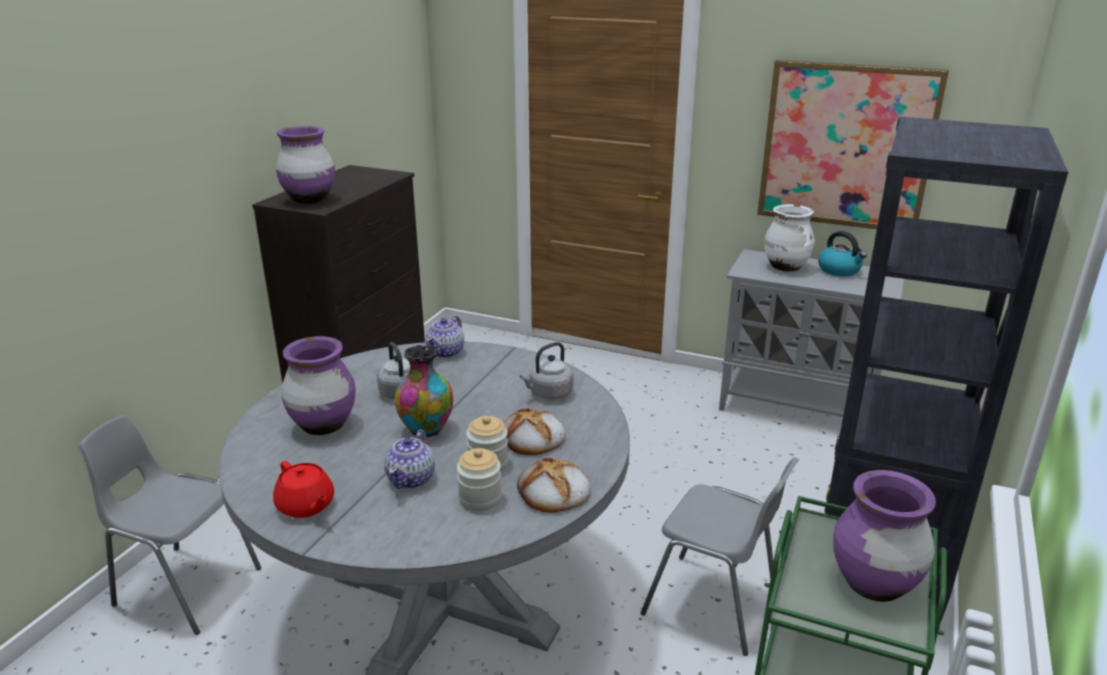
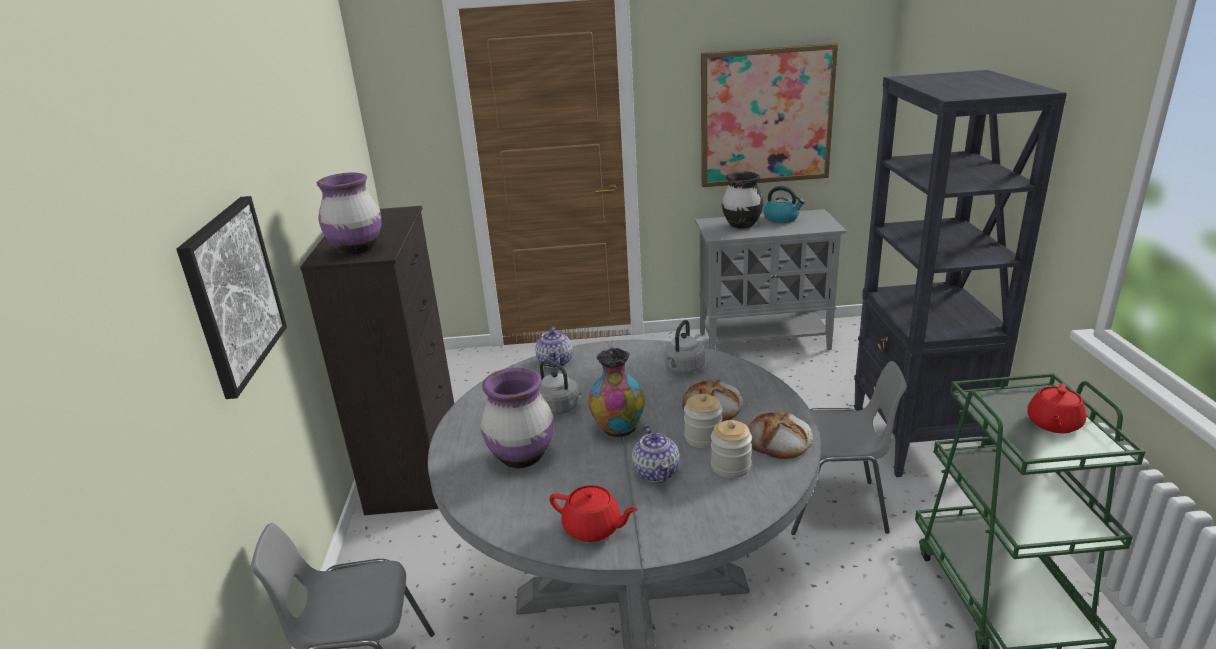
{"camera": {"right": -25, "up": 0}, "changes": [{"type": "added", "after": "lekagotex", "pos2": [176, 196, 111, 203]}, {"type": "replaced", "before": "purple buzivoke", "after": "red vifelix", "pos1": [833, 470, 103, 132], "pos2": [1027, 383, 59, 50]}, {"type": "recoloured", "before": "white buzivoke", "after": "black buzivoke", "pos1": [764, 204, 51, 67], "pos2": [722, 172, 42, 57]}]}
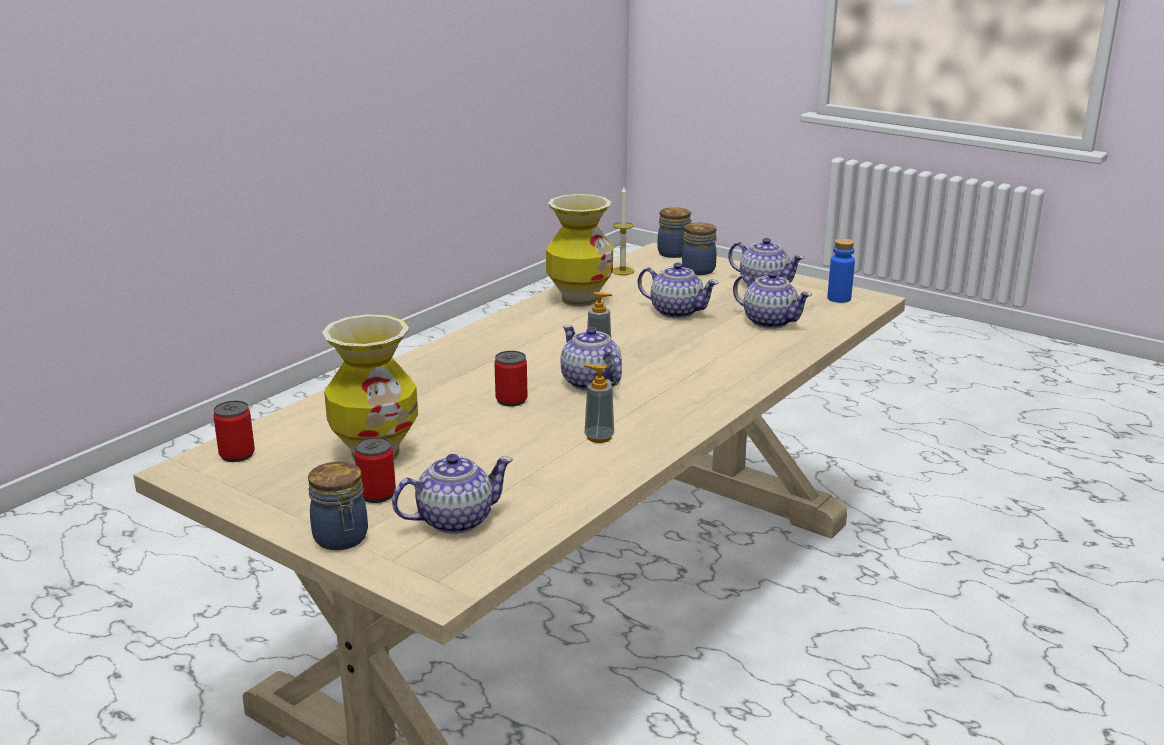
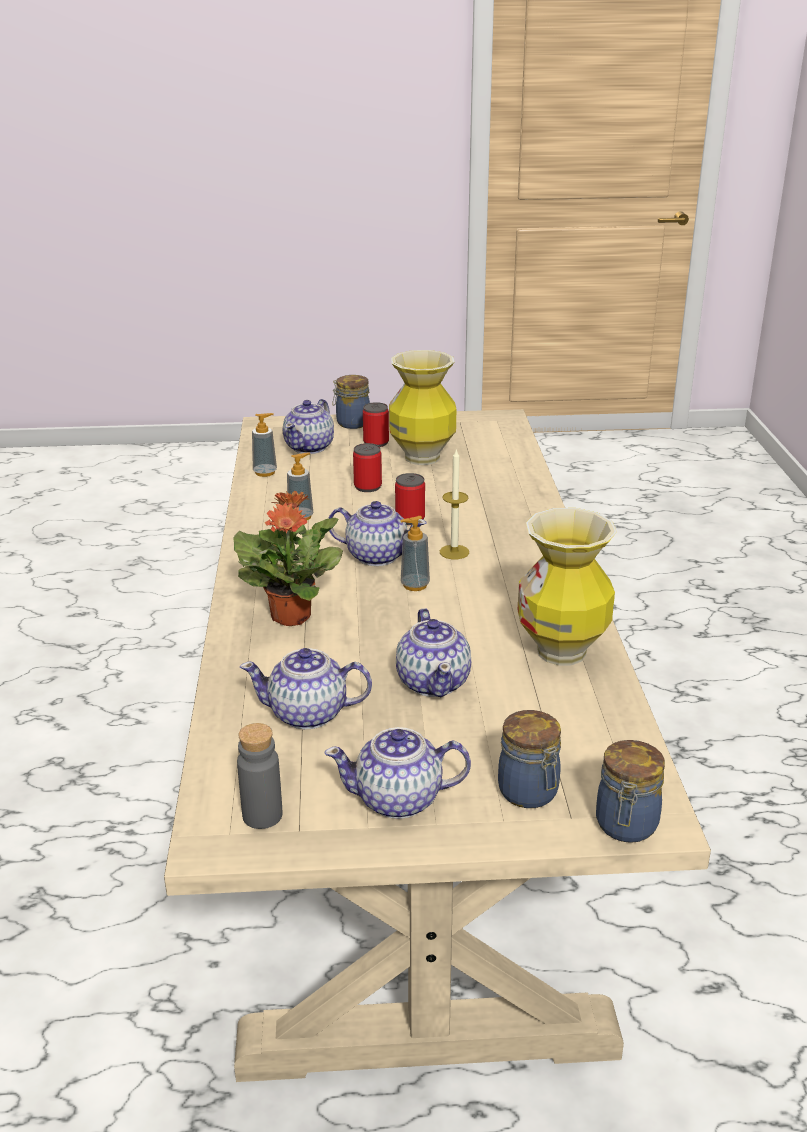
{"camera": {"right": 140, "up": 5}, "changes": [{"type": "added", "after": "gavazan", "pos2": [233, 491, 110, 135]}, {"type": "added", "after": "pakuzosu", "pos2": [252, 413, 25, 64]}, {"type": "moved", "before": "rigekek", "pos1": [213, 401, 42, 61], "pos2": [353, 443, 29, 49]}, {"type": "moved", "before": "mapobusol", "pos1": [612, 187, 22, 88], "pos2": [440, 449, 29, 110]}, {"type": "recoloured", "before": "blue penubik", "after": "grey penubik", "pos1": [827, 238, 28, 65], "pos2": [237, 723, 46, 106]}, {"type": "turned", "before": "vifelix", "pos1": [638, 263, 81, 56], "pos2": [396, 608, 75, 89], "turn": -90}]}
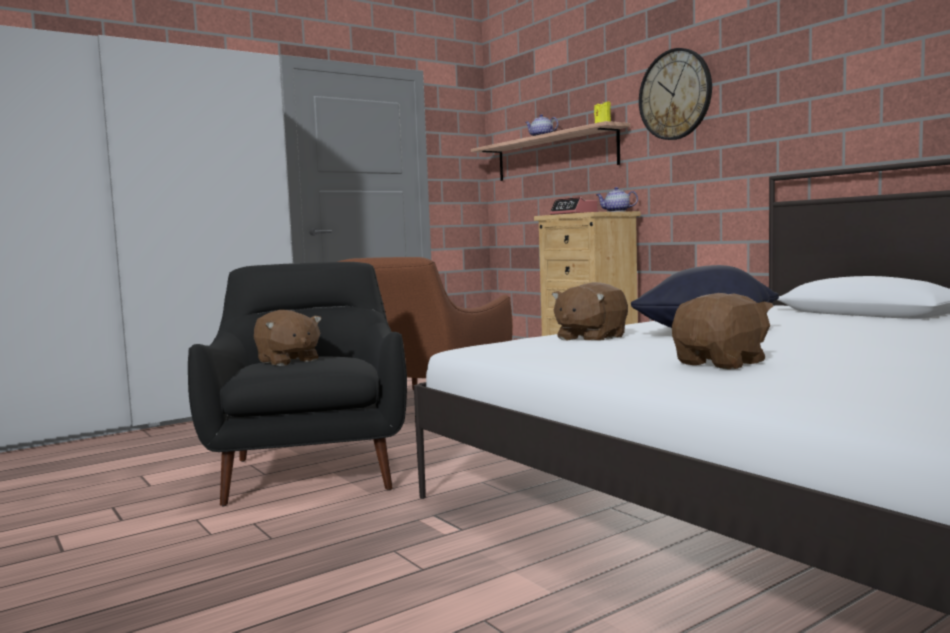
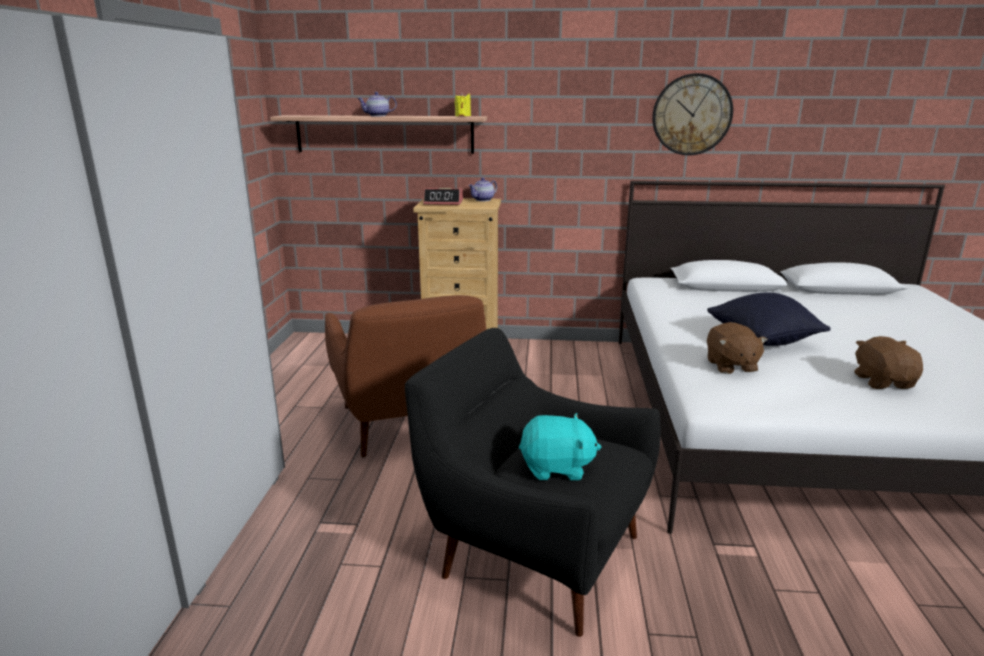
{"camera": {"right": -50, "up": 15}, "changes": [{"type": "moved", "before": "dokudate", "pos1": [639, 48, 73, 92], "pos2": [652, 73, 81, 82]}, {"type": "recoloured", "before": "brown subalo", "after": "turquoise subalo", "pos1": [254, 310, 68, 56], "pos2": [519, 413, 82, 67]}]}
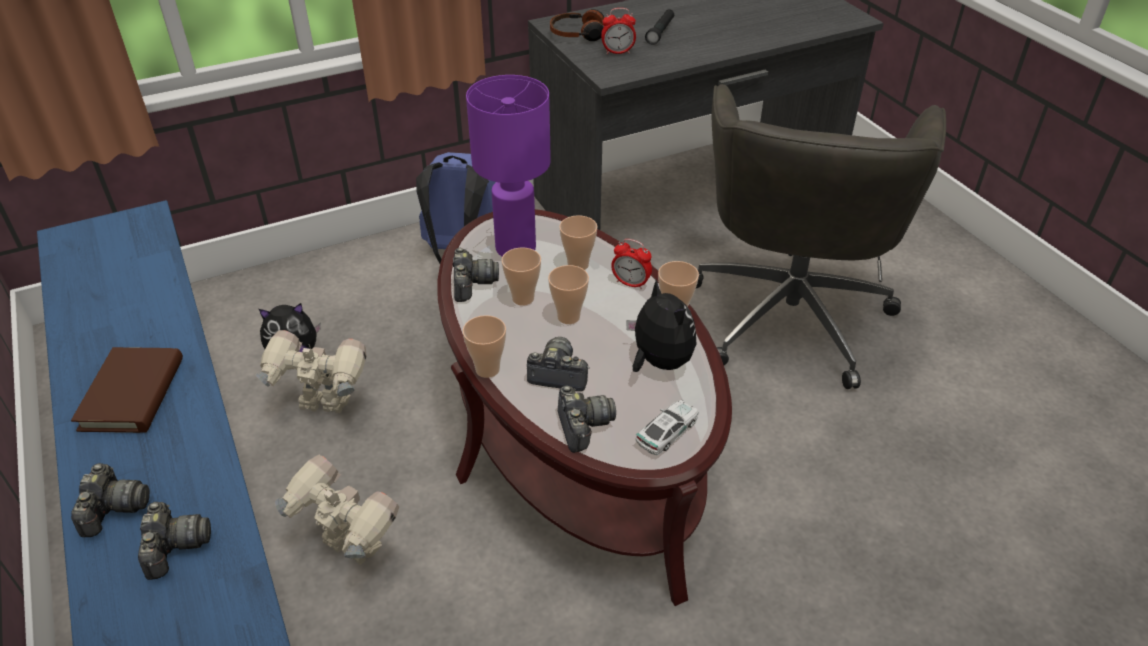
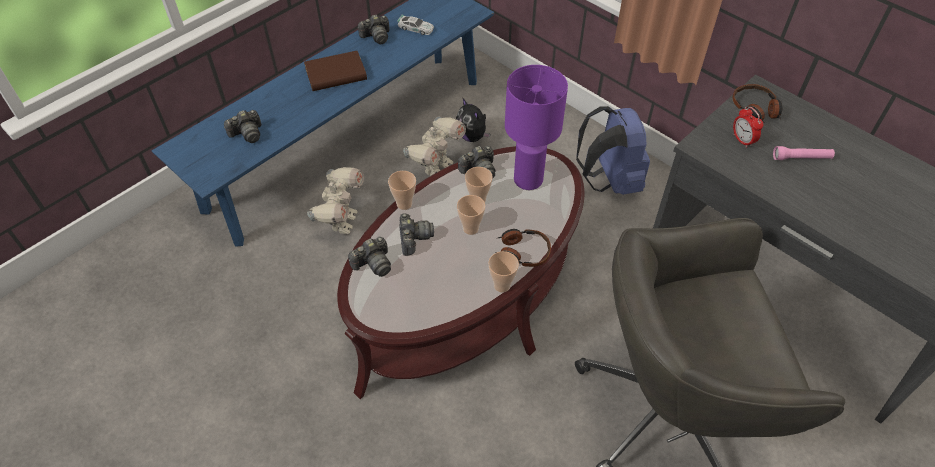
{"camera": {"right": 70, "up": 10}, "changes": [{"type": "removed", "before": "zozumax", "pos1": [559, 215, 38, 55]}, {"type": "removed", "before": "subalo", "pos1": [626, 278, 70, 94]}, {"type": "moved", "before": "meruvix", "pos1": [71, 463, 79, 74], "pos2": [358, 15, 32, 29]}, {"type": "moved", "before": "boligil", "pos1": [636, 400, 63, 55], "pos2": [397, 14, 37, 21]}, {"type": "replaced", "before": "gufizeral", "after": "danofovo", "pos1": [611, 239, 41, 50], "pos2": [495, 229, 56, 38]}, {"type": "recoloured", "before": "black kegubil", "after": "pink kegubil", "pos1": [645, 9, 29, 36], "pos2": [773, 146, 62, 14]}, {"type": "turned", "before": "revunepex", "pos1": [256, 330, 110, 83], "pos2": [403, 117, 63, 59], "turn": 45}]}
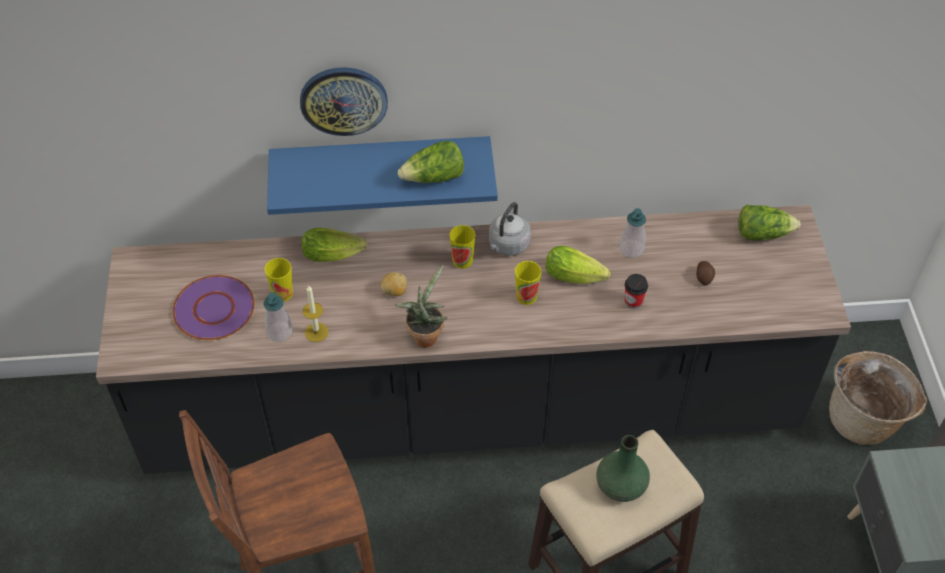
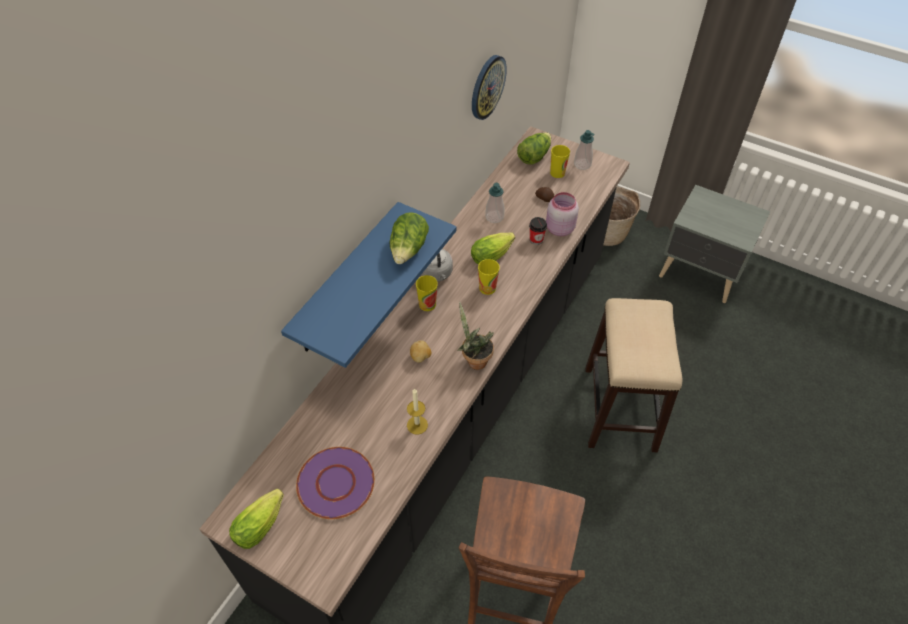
{"camera": {"right": -55, "up": 0}, "changes": [{"type": "removed", "before": "green buzivoke", "pos1": [596, 435, 54, 67]}, {"type": "added", "after": "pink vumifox", "pos2": [546, 192, 33, 44]}, {"type": "moved", "before": "pakuzosu", "pos1": [264, 292, 28, 50], "pos2": [574, 130, 21, 40]}, {"type": "moved", "before": "zozumax", "pos1": [265, 258, 28, 43], "pos2": [550, 145, 20, 33]}, {"type": "moved", "before": "dokudate", "pos1": [300, 67, 88, 69], "pos2": [472, 55, 35, 65]}, {"type": "moved", "before": "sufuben", "pos1": [302, 228, 65, 34], "pos2": [229, 489, 55, 60]}]}
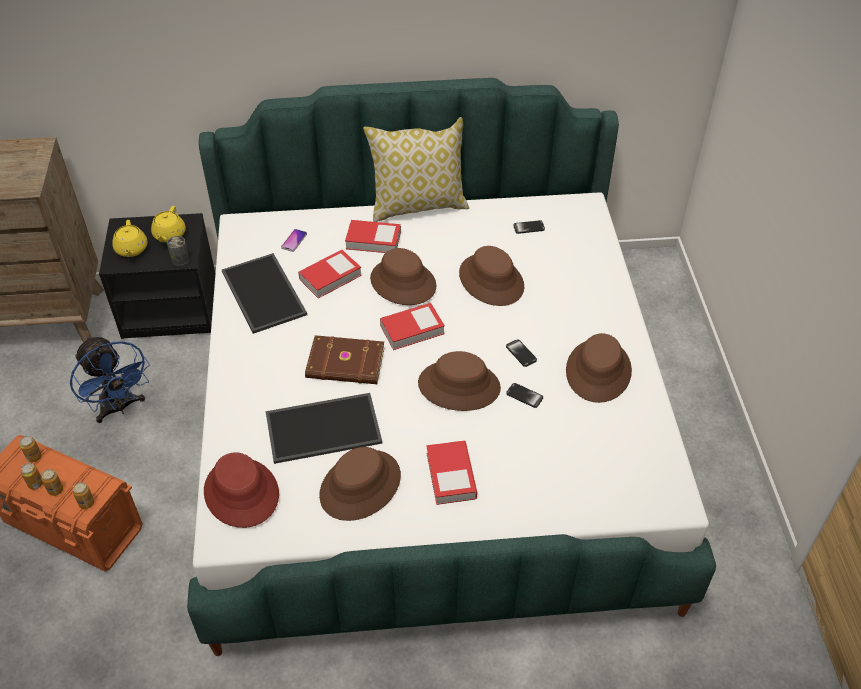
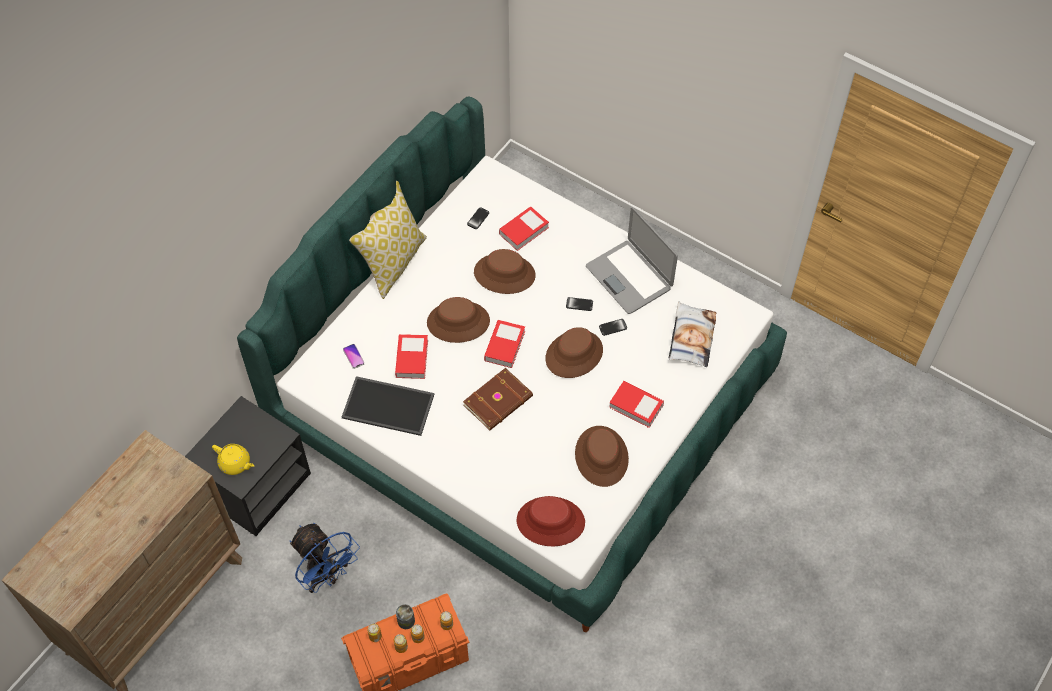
{"camera": {"right": -50, "up": 10}, "changes": [{"type": "removed", "before": "yellow vifelix", "pos1": [151, 206, 35, 37]}, {"type": "removed", "before": "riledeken", "pos1": [265, 393, 117, 71]}, {"type": "added", "after": "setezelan", "pos2": [669, 302, 47, 65]}, {"type": "moved", "before": "rigekek", "pos1": [167, 236, 22, 30], "pos2": [396, 604, 19, 25]}, {"type": "moved", "before": "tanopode", "pos1": [345, 220, 56, 33], "pos2": [499, 206, 50, 45]}, {"type": "replaced", "before": "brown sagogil", "after": "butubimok", "pos1": [566, 333, 66, 70], "pos2": [586, 207, 92, 107]}, {"type": "turned", "before": "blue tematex", "pos1": [70, 336, 80, 87], "pos2": [290, 523, 70, 70], "turn": 45}]}
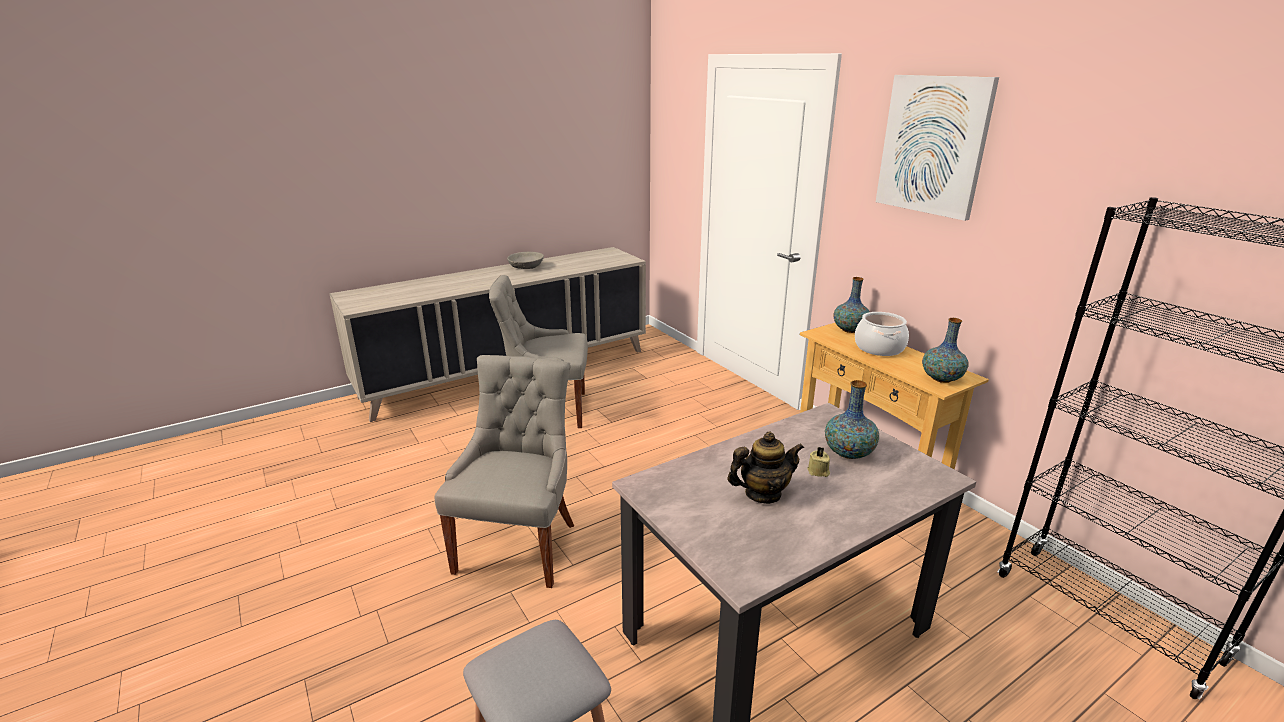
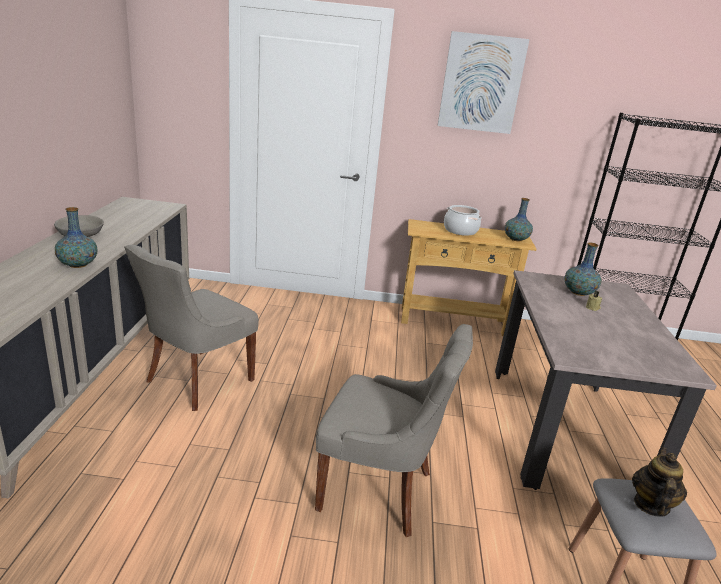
{"camera": {"right": -55, "up": 0}, "changes": [{"type": "moved", "before": "vifelix", "pos1": [727, 432, 77, 72], "pos2": [632, 447, 55, 70]}, {"type": "moved", "before": "buzivoke", "pos1": [833, 277, 37, 56], "pos2": [55, 207, 42, 61]}, {"type": "turned", "before": "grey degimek", "pos1": [434, 355, 140, 233], "pos2": [315, 324, 158, 213], "turn": 150}]}
